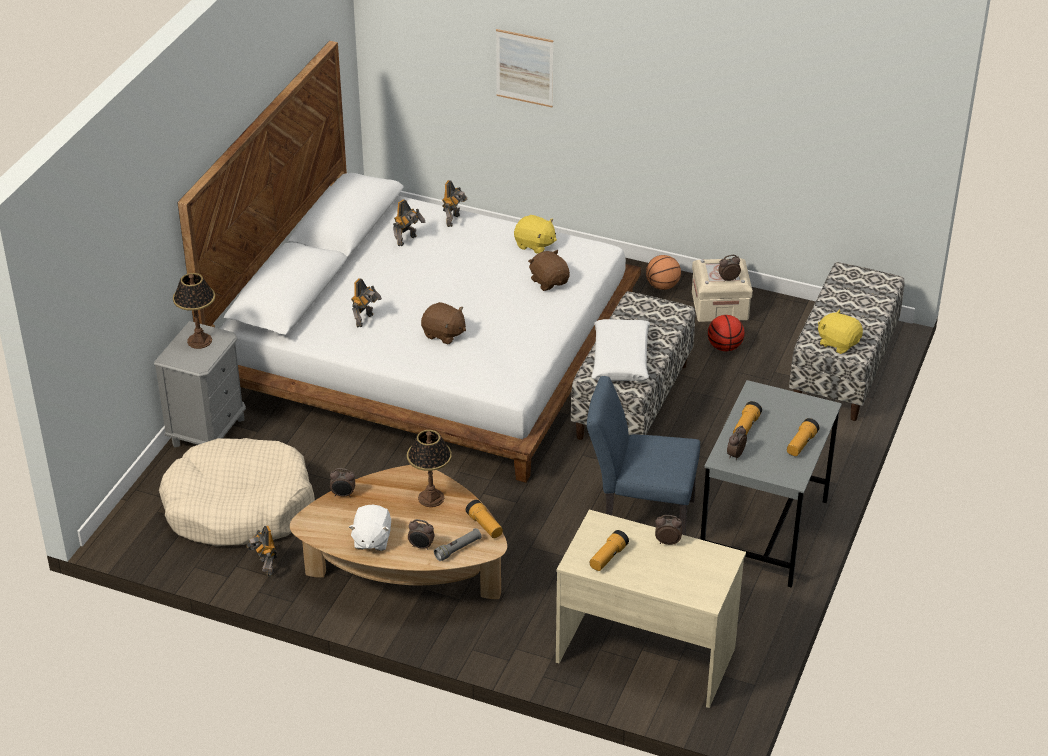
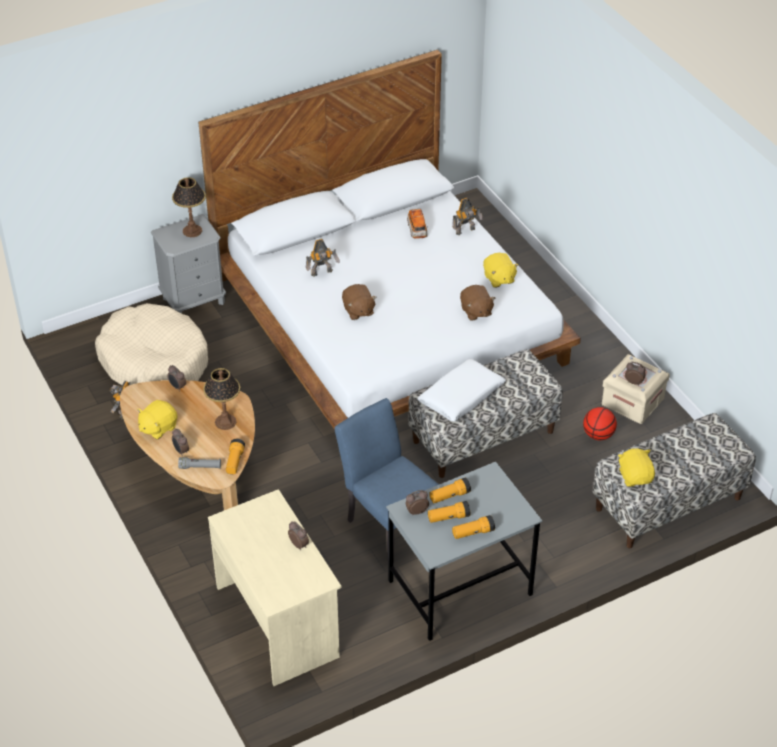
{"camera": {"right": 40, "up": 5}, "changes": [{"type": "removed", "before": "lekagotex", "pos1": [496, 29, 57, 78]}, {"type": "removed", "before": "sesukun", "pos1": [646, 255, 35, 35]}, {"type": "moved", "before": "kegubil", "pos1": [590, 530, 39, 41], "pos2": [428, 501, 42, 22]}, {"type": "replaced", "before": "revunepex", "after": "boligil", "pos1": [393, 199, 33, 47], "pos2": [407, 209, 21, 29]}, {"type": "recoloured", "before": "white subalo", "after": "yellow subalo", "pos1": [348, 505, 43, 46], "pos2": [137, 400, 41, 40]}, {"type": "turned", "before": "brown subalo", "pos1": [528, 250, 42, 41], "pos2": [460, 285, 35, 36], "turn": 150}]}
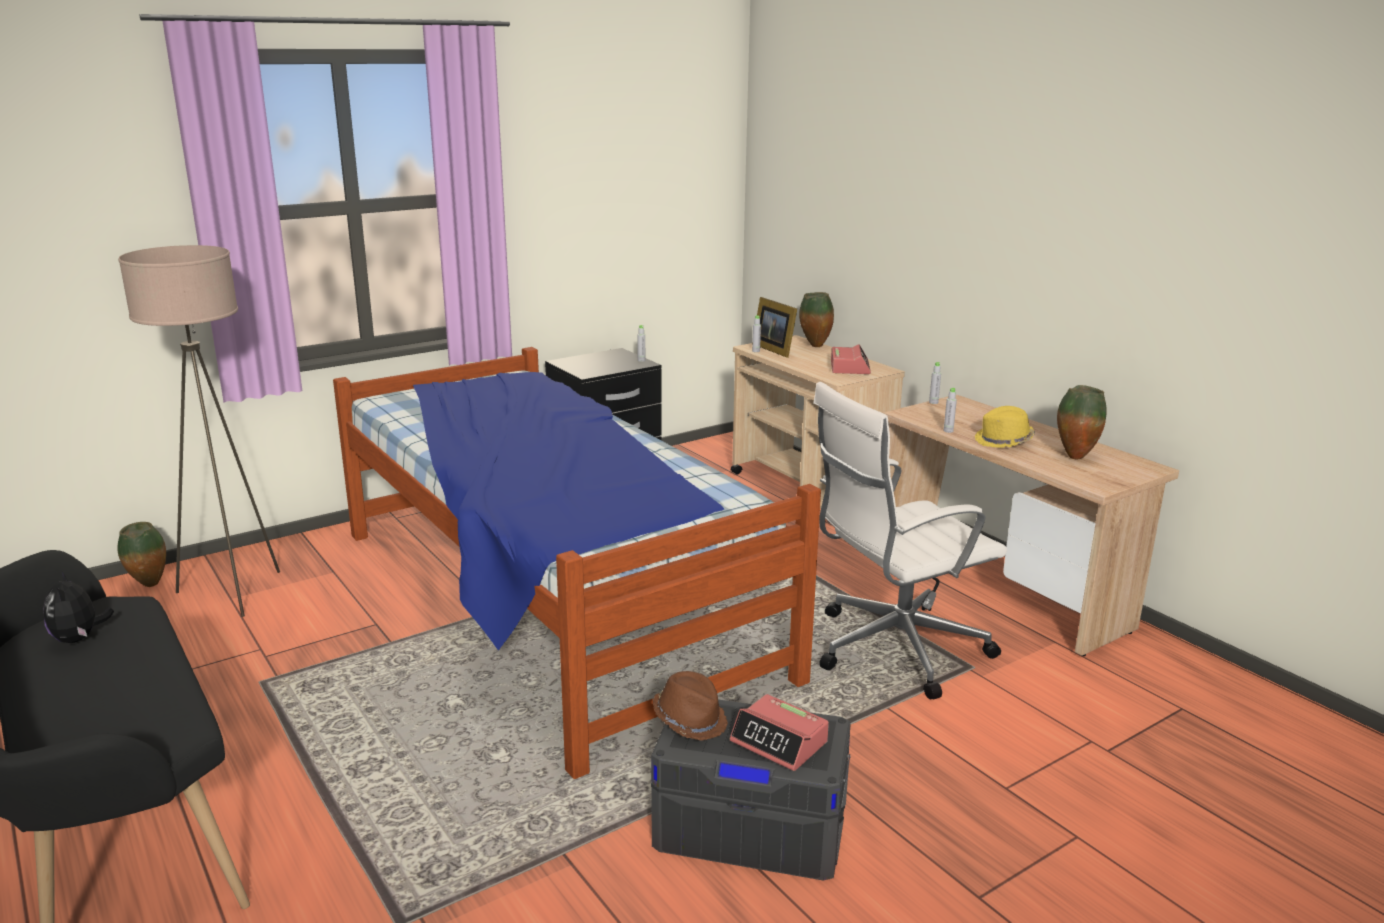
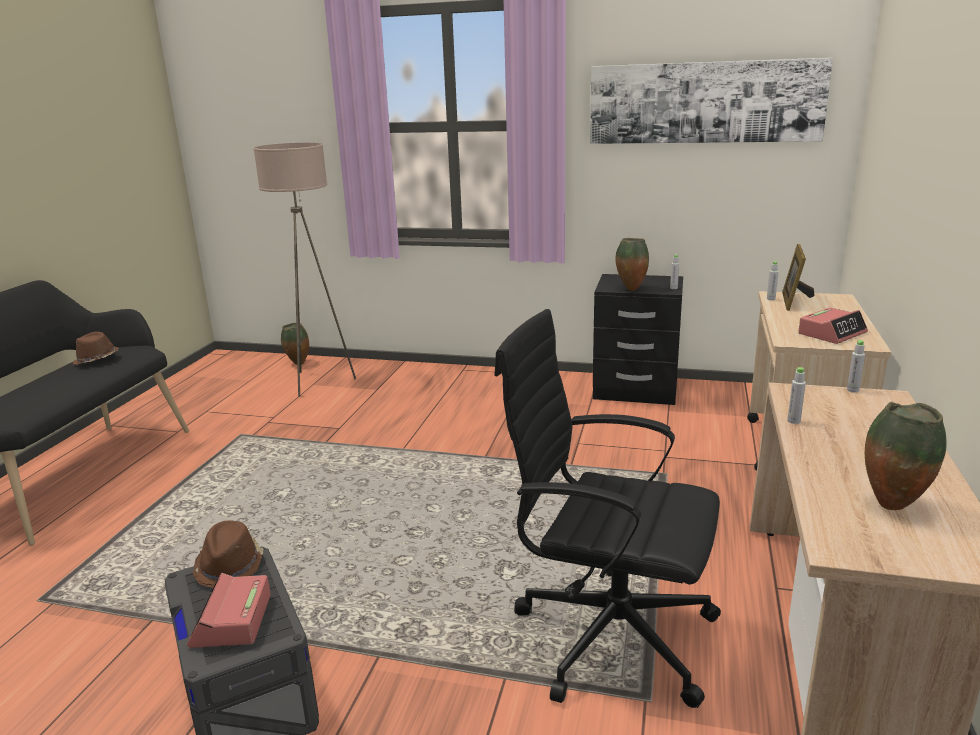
{"camera": {"right": 50, "up": 0}, "changes": [{"type": "removed", "before": "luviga", "pos1": [333, 347, 488, 432]}, {"type": "removed", "before": "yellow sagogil", "pos1": [975, 406, 60, 42]}, {"type": "added", "after": "lekagotex", "pos2": [590, 58, 243, 86]}, {"type": "moved", "before": "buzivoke", "pos1": [799, 292, 35, 55], "pos2": [615, 238, 34, 53]}, {"type": "replaced", "before": "subalo", "after": "brown sagogil", "pos1": [43, 570, 71, 73], "pos2": [73, 332, 45, 33]}, {"type": "recoloured", "before": "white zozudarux", "after": "black zozudarux", "pos1": [813, 382, 194, 318], "pos2": [494, 309, 227, 399]}]}
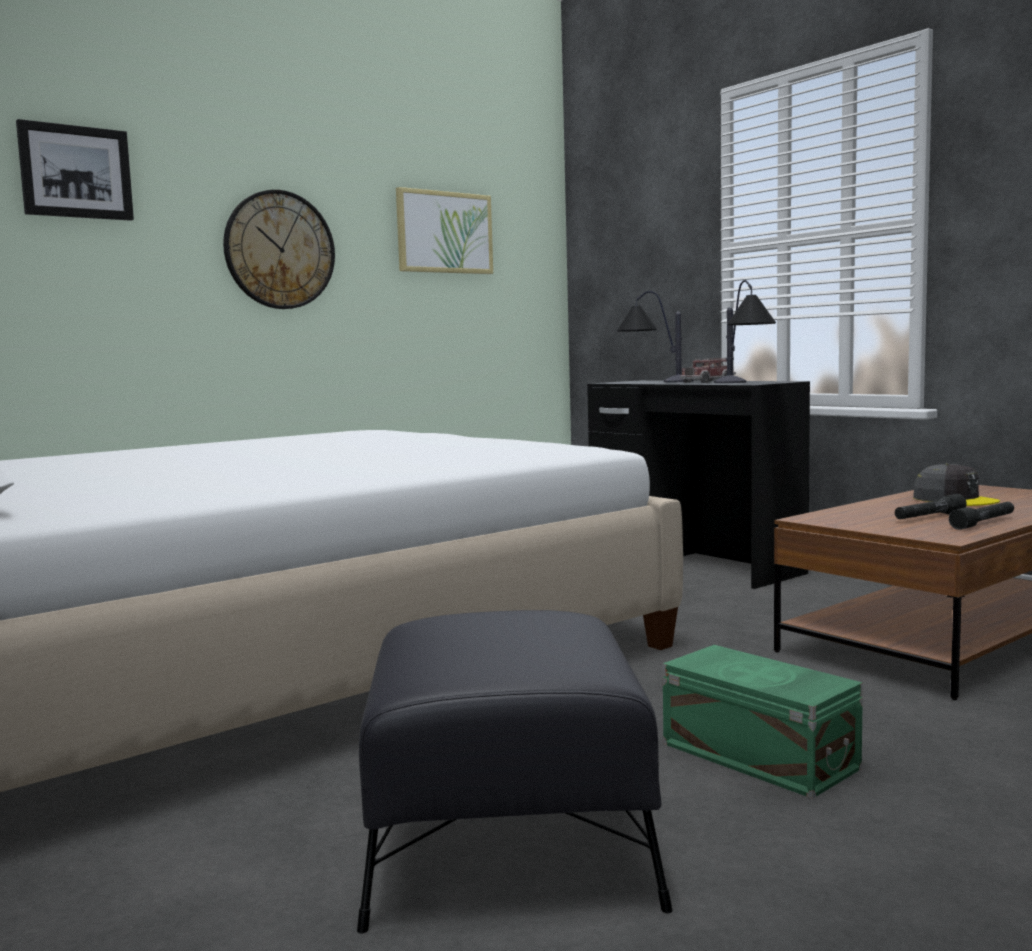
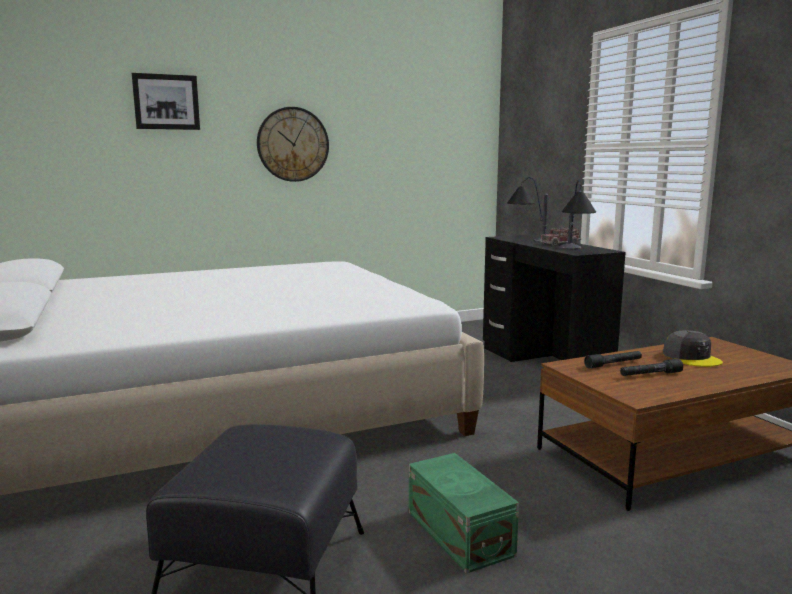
{"camera": {"right": 15, "up": 5}, "changes": [{"type": "removed", "before": "lekagotex", "pos1": [396, 187, 97, 87]}, {"type": "moved", "before": "black kegubil", "pos1": [949, 502, 65, 28], "pos2": [584, 351, 58, 18]}]}
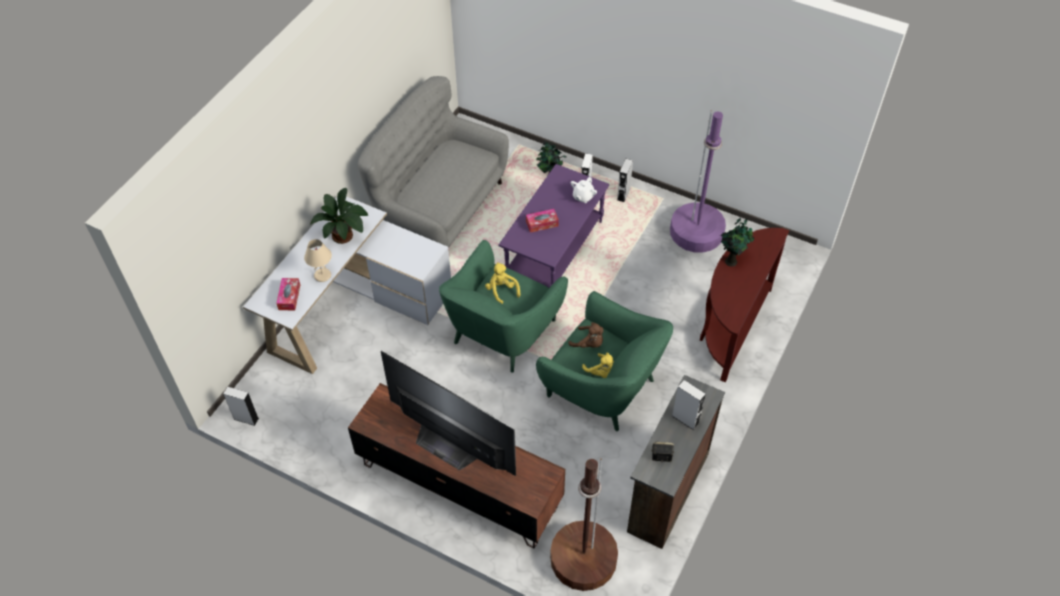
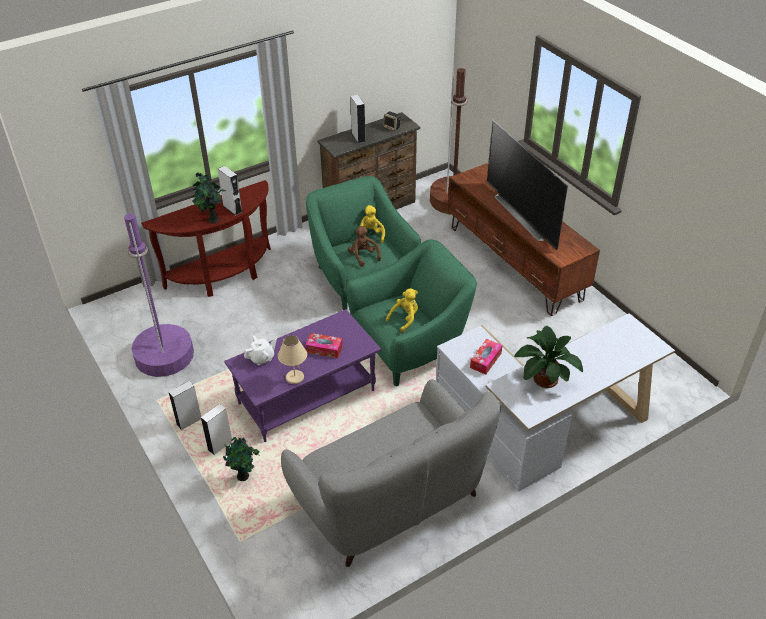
{"camera": {"right": -150, "up": -10}, "changes": [{"type": "moved", "before": "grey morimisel", "pos1": [223, 387, 36, 39], "pos2": [218, 166, 24, 50]}, {"type": "moved", "before": "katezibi", "pos1": [276, 278, 24, 33], "pos2": [470, 339, 32, 36]}, {"type": "moved", "before": "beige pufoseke", "pos1": [304, 239, 28, 43], "pos2": [278, 335, 29, 49]}, {"type": "turned", "before": "yellow subalo", "pos1": [485, 262, 35, 42], "pos2": [386, 288, 32, 44], "turn": -135}]}
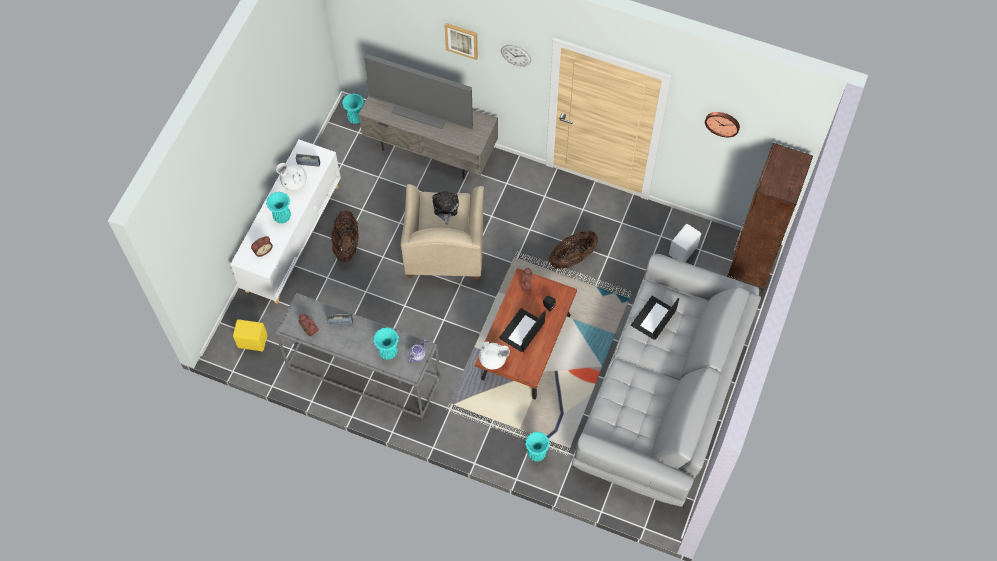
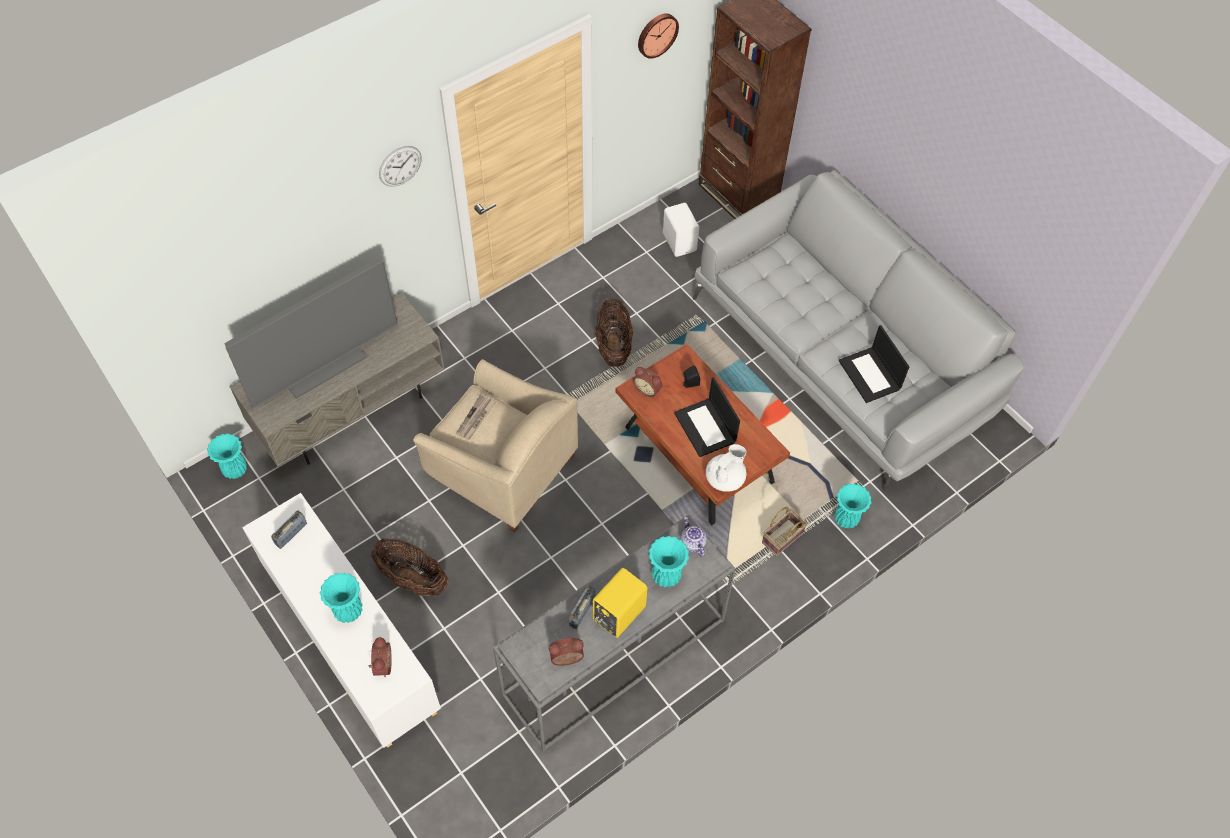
{"camera": {"right": -60, "up": -5}, "changes": [{"type": "removed", "before": "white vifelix", "pos1": [276, 163, 31, 28]}, {"type": "removed", "before": "lekagotex", "pos1": [444, 23, 34, 37]}, {"type": "added", "after": "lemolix", "pos2": [762, 507, 45, 49]}, {"type": "moved", "before": "yellow morimisel", "pos1": [233, 319, 34, 32], "pos2": [593, 568, 54, 70]}, {"type": "moved", "before": "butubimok", "pos1": [631, 296, 48, 44], "pos2": [839, 325, 70, 78]}, {"type": "replaced", "before": "subalo", "after": "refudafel", "pos1": [432, 191, 27, 34], "pos2": [456, 394, 40, 46]}]}
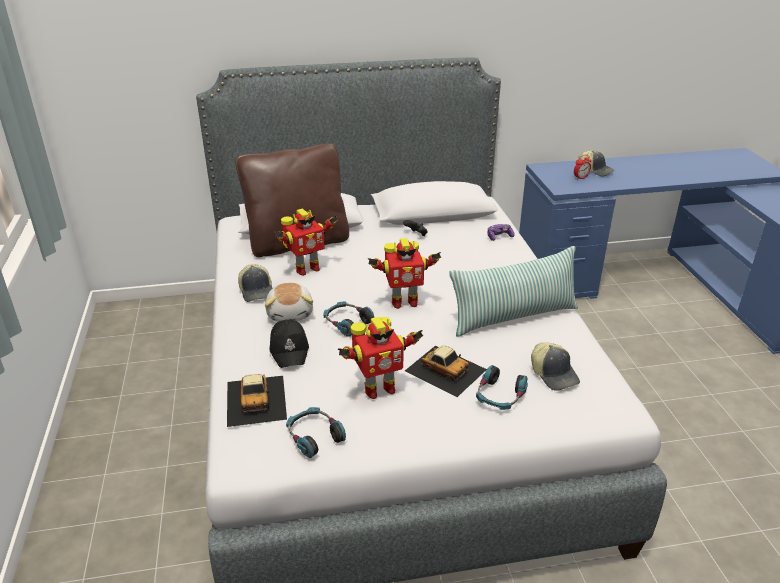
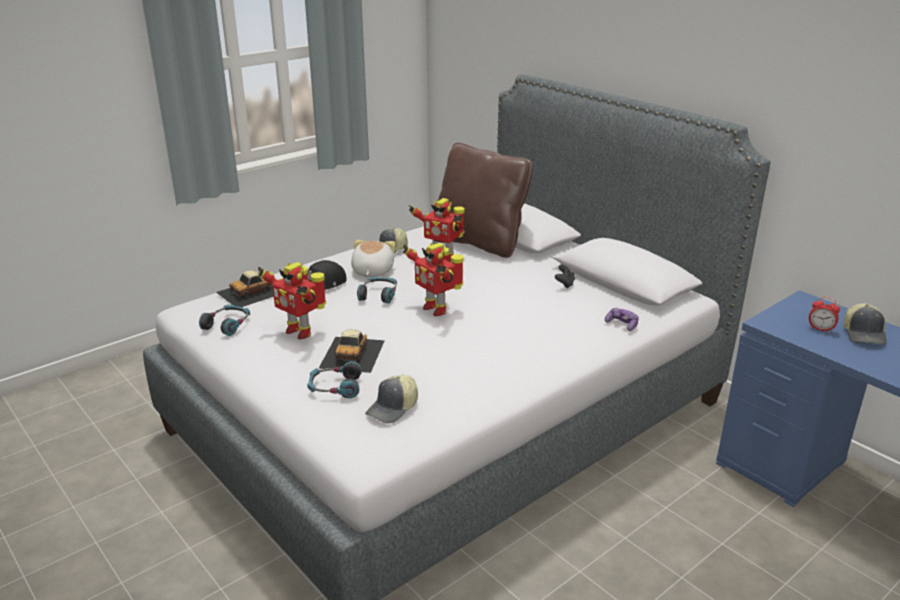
{"camera": {"right": 60, "up": -5}, "changes": [{"type": "removed", "before": "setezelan", "pos1": [449, 246, 129, 91]}, {"type": "turned", "before": "subalo", "pos1": [265, 283, 48, 39], "pos2": [351, 240, 44, 37], "turn": 135}]}
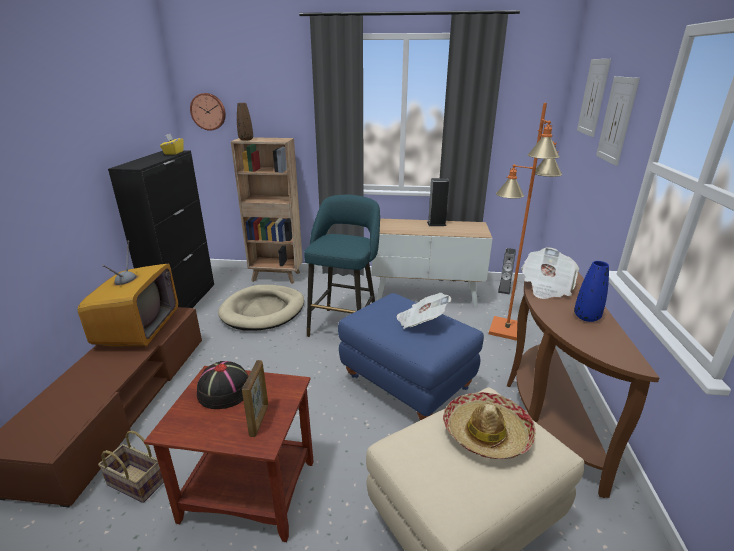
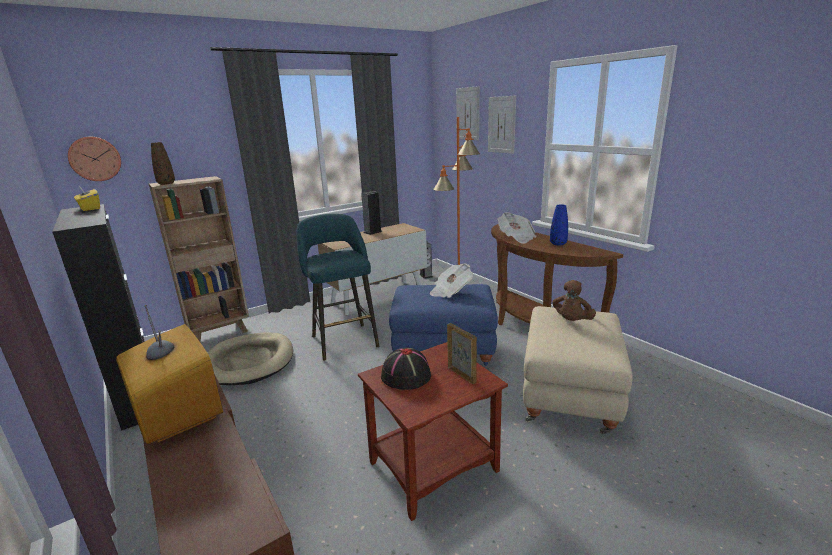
{"camera": {"right": -40, "up": -5}, "changes": [{"type": "removed", "before": "lemolix", "pos1": [98, 430, 66, 73]}, {"type": "replaced", "before": "sagogil", "after": "brown subalo", "pos1": [443, 392, 93, 67], "pos2": [552, 280, 44, 41]}]}
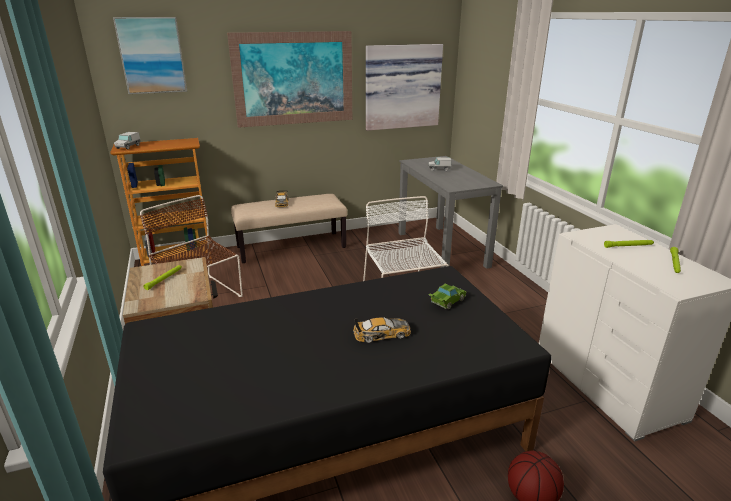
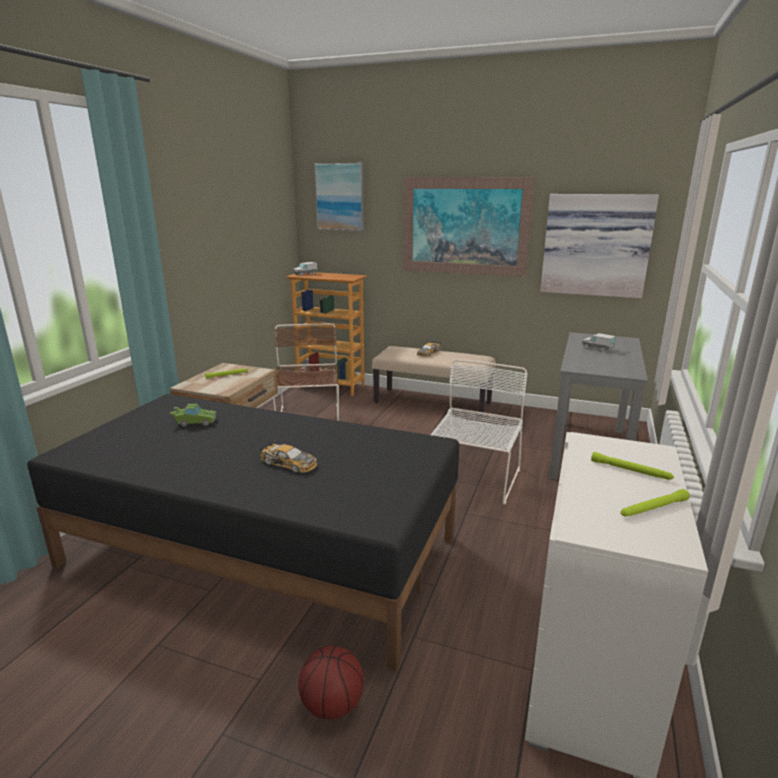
{"camera": {"right": 40, "up": -5}, "changes": [{"type": "moved", "before": "green boligil", "pos1": [429, 284, 38, 25], "pos2": [170, 404, 46, 23]}]}
